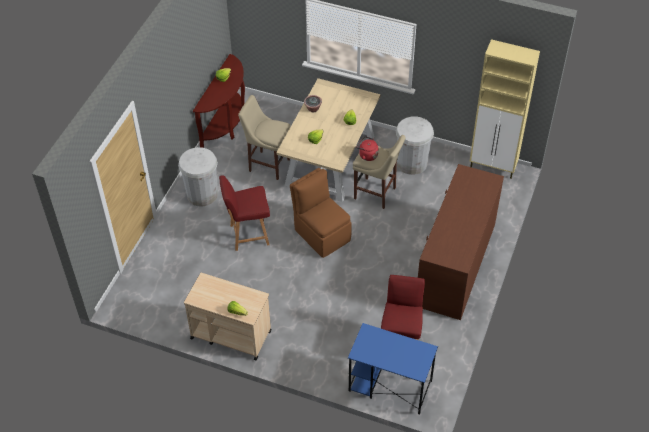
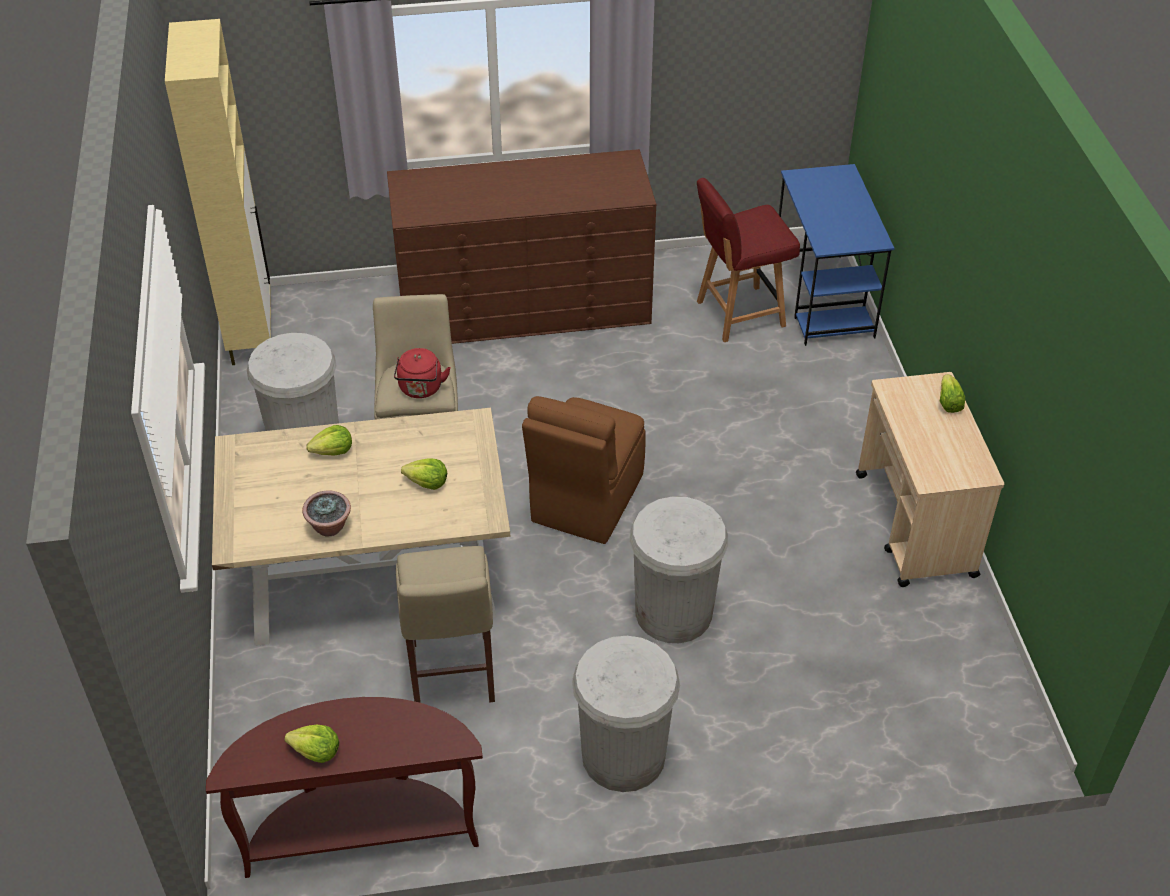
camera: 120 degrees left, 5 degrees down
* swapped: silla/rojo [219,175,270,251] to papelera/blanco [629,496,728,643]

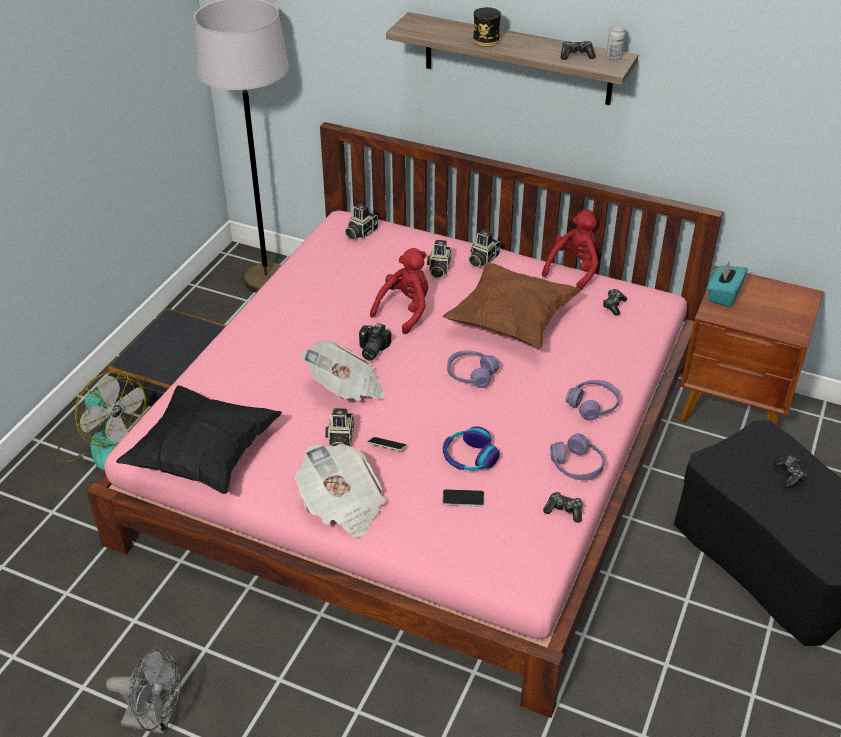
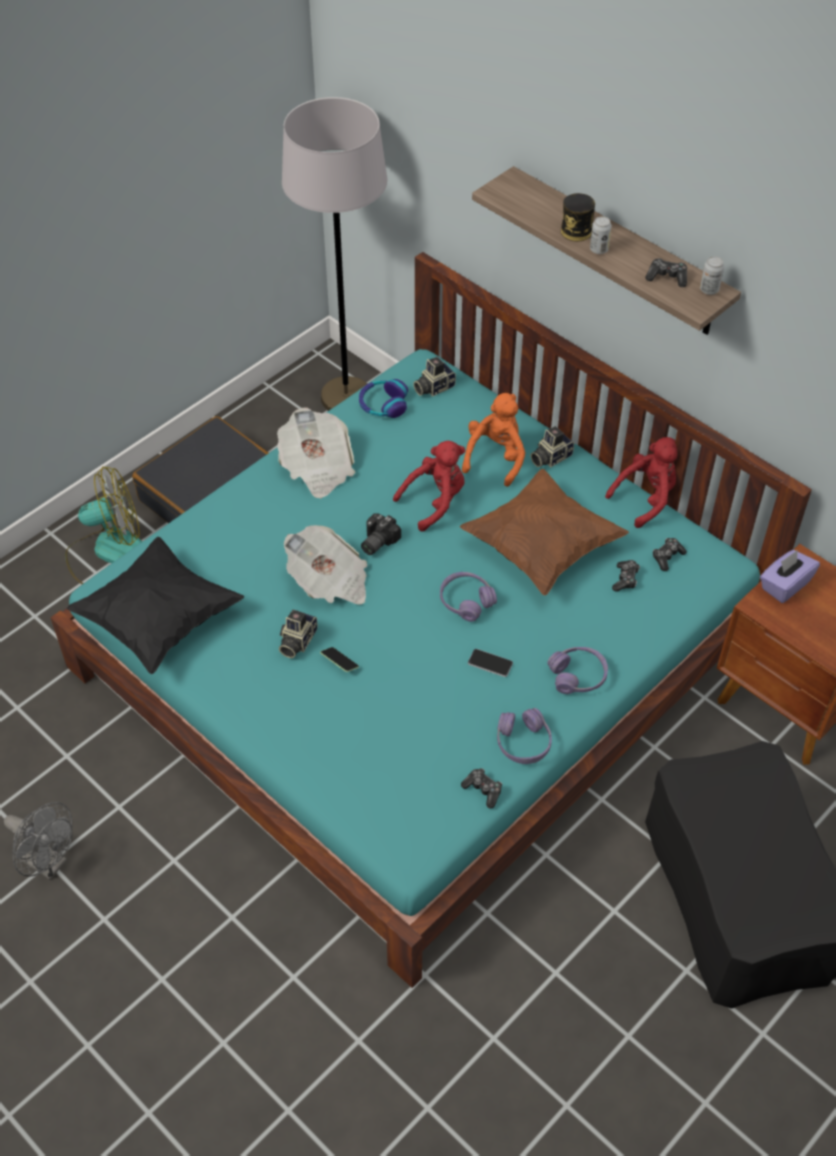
camera: 20 degrees right, 10 degrees up
* new: lata [590,216,612,254]
* shifted: periódico [295,444,387,538] to [277,407,355,498]
* shifted: auriculares [443,426,500,470] to [359,379,408,418]
* shifted: móvil [443,489,484,507] to [468,649,513,677]
* shifted: mando de consola [774,455,807,488] to [612,560,640,592]
* swapped: cámara [427,240,451,279] to peluche/naranja [462,393,525,487]
* repainted: cama/rosa [86,122,723,718] to cama/turquesa [50,252,812,988]
* repainted: caja de pañuelos/turquesa [707,261,748,307] to caja de pañuelos/morado [760,550,820,603]
* rotated: ventilador [56,371,146,471] = [65,467,142,584] 75 degrees counterclockwise

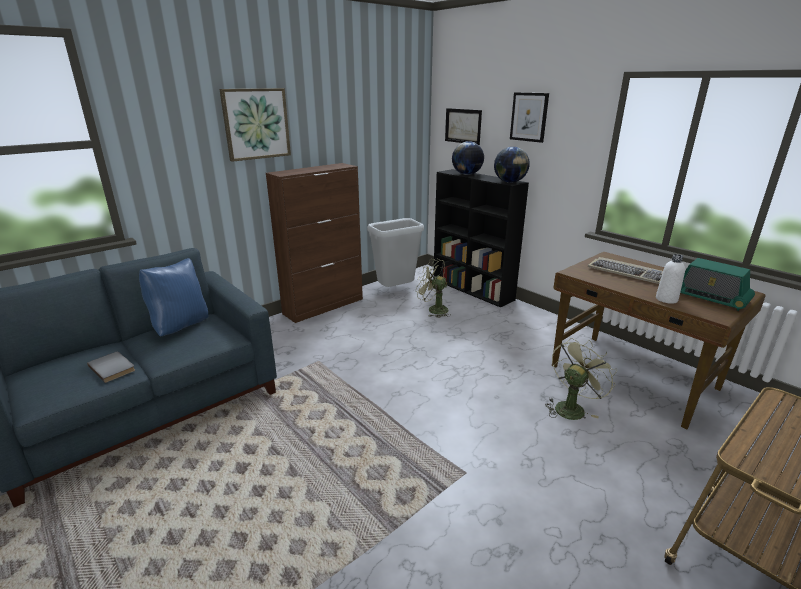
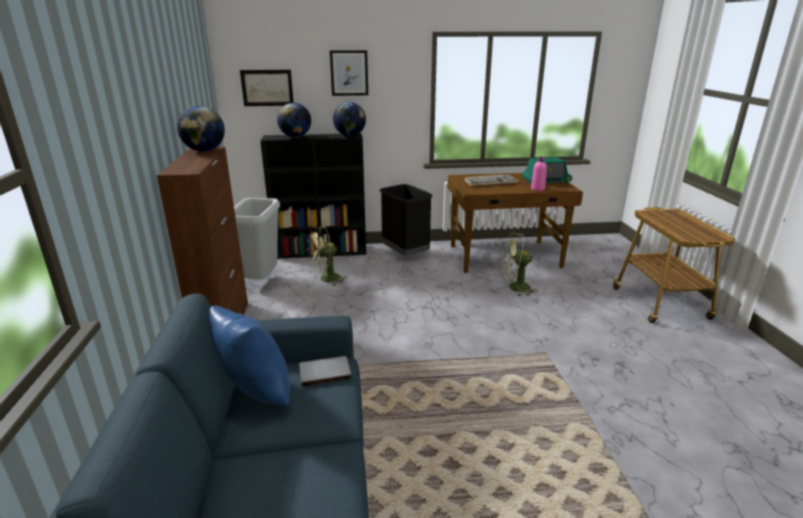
camera: 55 degrees left, 0 degrees up
* gone: cuadro [219,88,291,162]
* new: globo terráqueo [177,105,225,152]
* new: papelera/negro [380,184,433,256]
* shifted: libro/gris [87,352,135,383] to [299,356,352,387]
* repainted: botella/blanco [656,254,685,304] to botella/rosa [531,157,547,191]
* rotated: ventilador/verde [545,338,617,420] = [501,232,538,296] 75 degrees counterclockwise

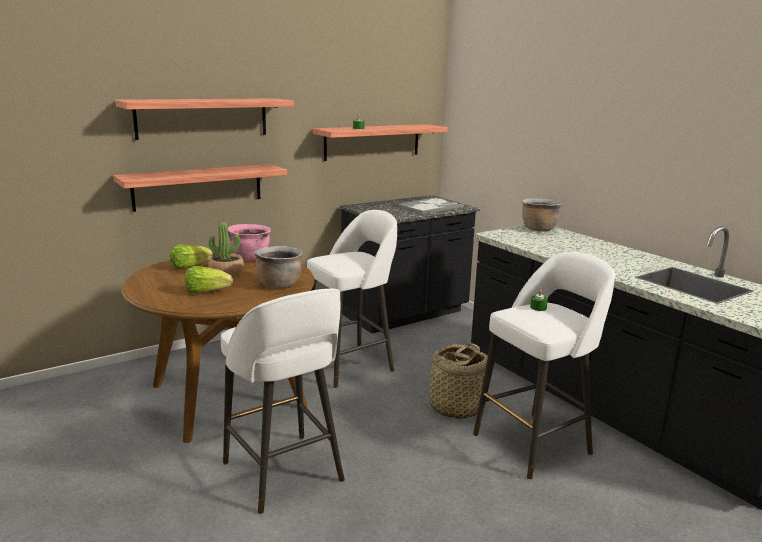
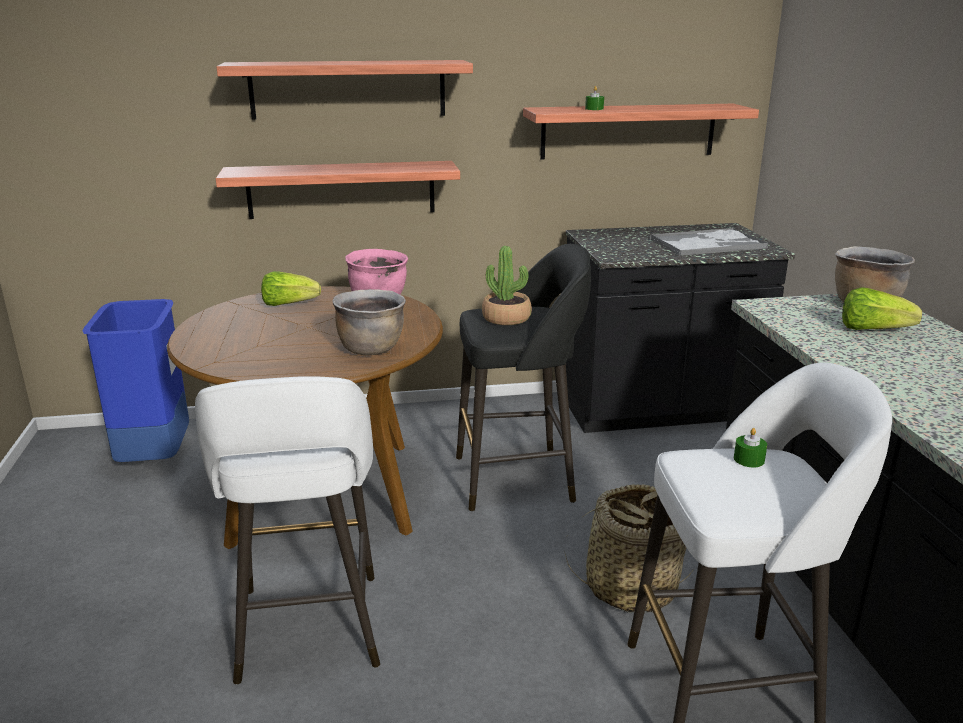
camera: 25 degrees right, 5 degrees up
* new: papelera/azul [83,299,189,462]
* shifted: lechuga [185,266,233,293] to [842,287,922,330]
* shifted: planta en maceta [209,222,244,276] to [482,246,532,325]
* repainted: taburete/blanco [307,210,397,388] to taburete/negro [456,244,591,511]

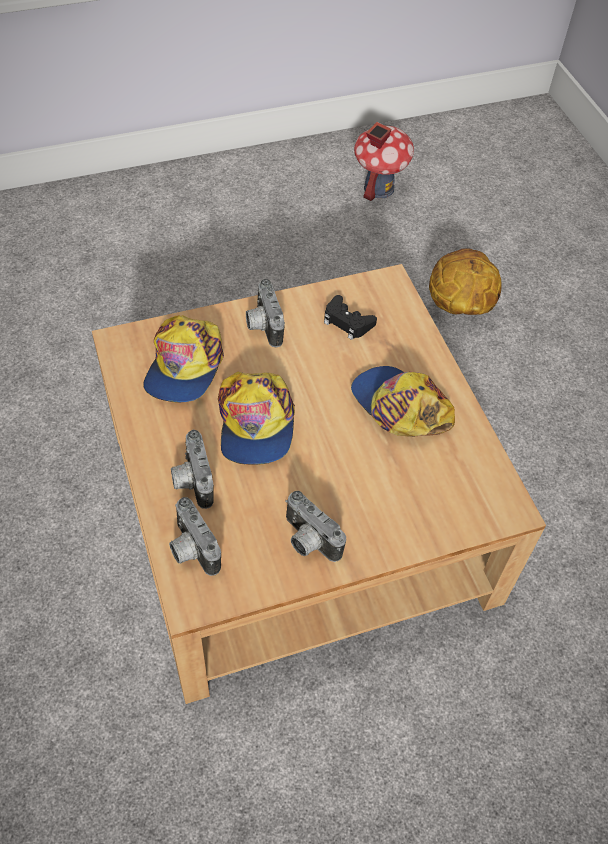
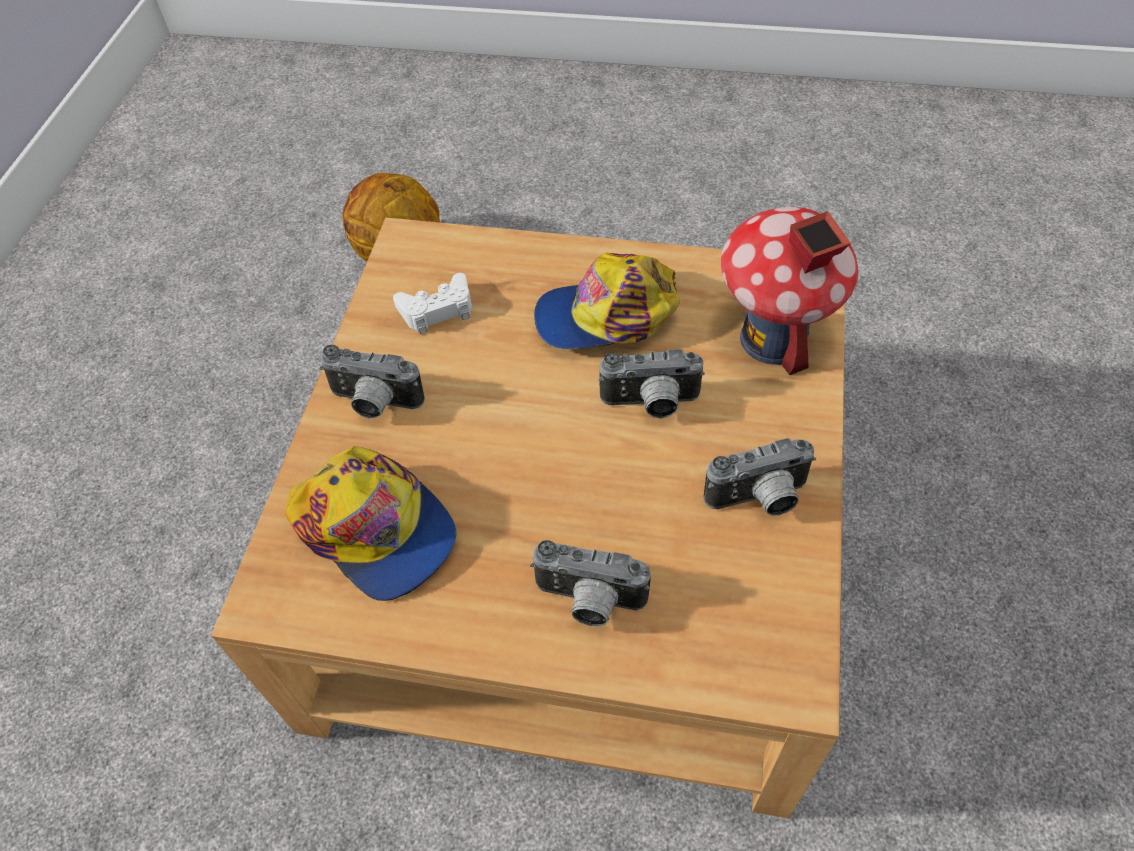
camera: 55 degrees left, 0 degrees up
* gone: gorra [218,372,295,465]
* shifted: cámara [169,497,221,576] to [599,349,705,418]
* shifted: casita [354,122,414,201] to [721,207,858,375]
* repainted: mando de consola/negro [324,295,377,340] to mando de consola/blanco [393,273,472,334]

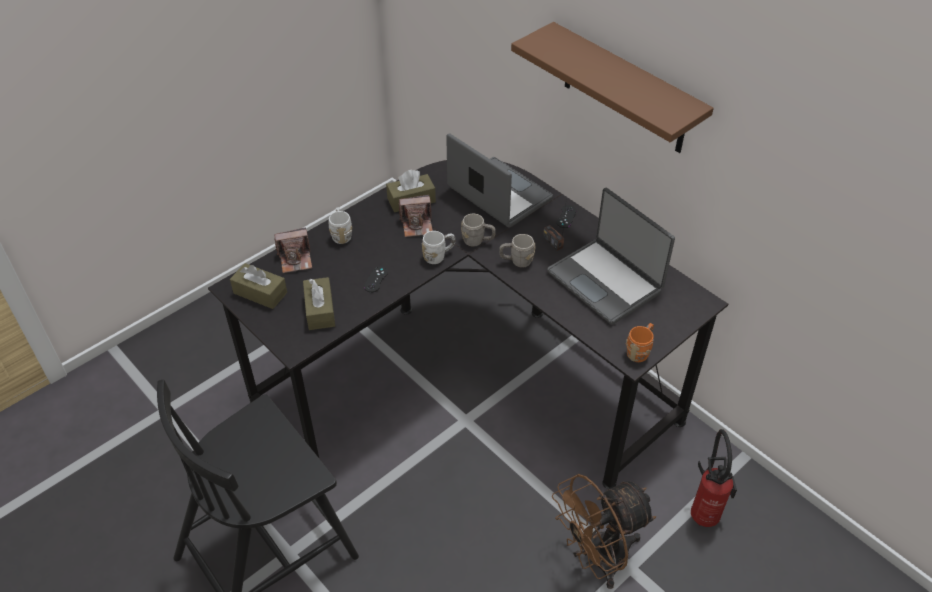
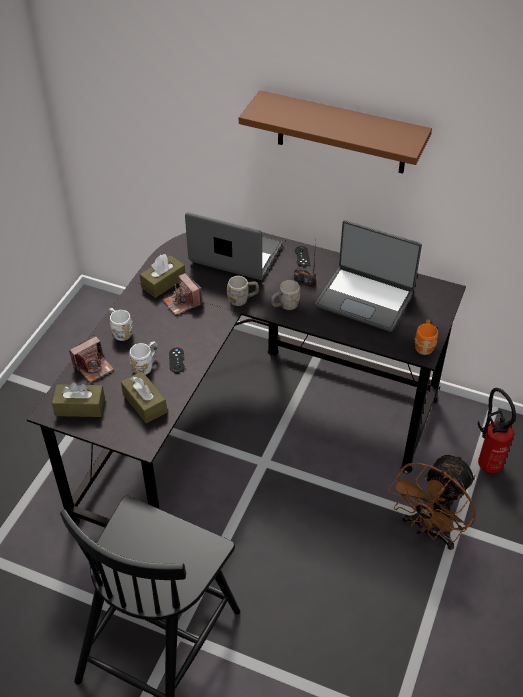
camera: 25 degrees left, 0 degrees up
* shifted: taza grande/blanco [422,231,455,264] to [129,341,158,375]
* rotated: cámara [399,195,433,237] = [163,273,203,315] 90 degrees clockwise

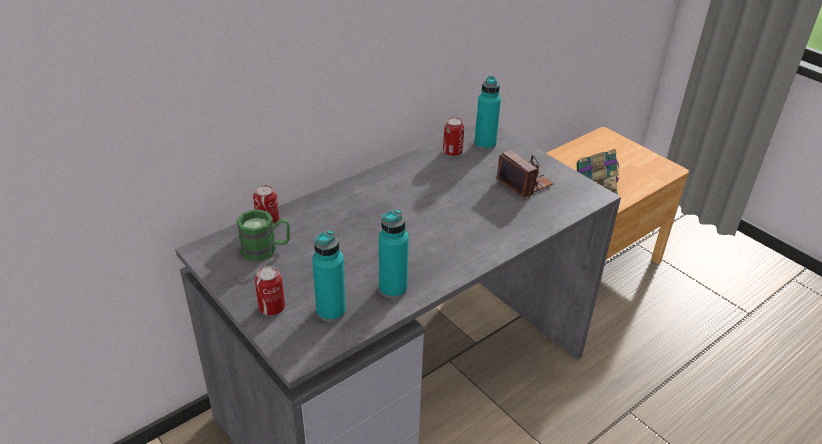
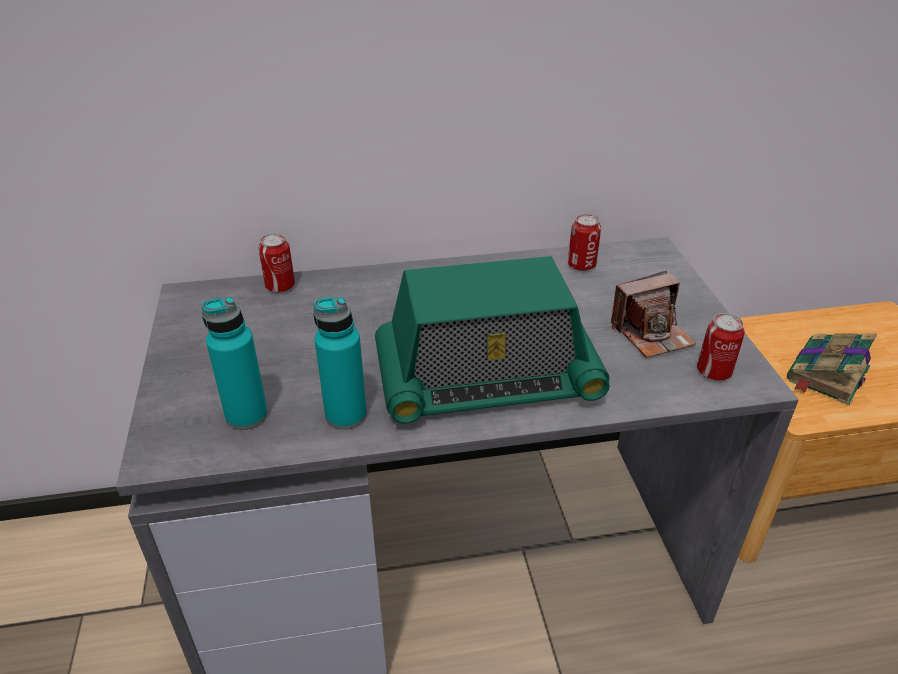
camera: 30 degrees right, 0 degrees up
* gone: taza grande/verde [236,209,290,262]
* gone: botella/turquesa [474,76,501,150]
* new: radio [375,256,610,424]
* shifted: lata [255,266,285,316] to [697,313,745,381]
* rotated: cámara [496,150,553,198] = [611,271,696,358] 75 degrees clockwise

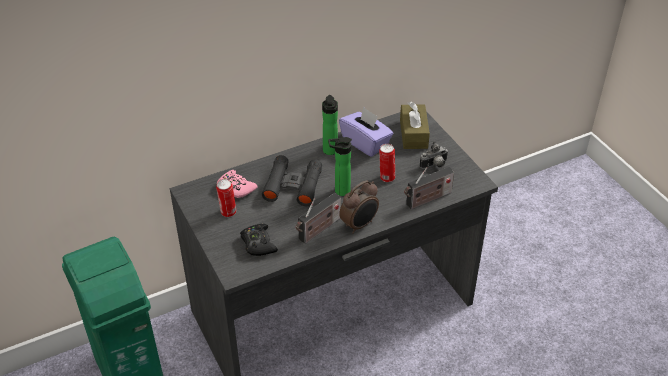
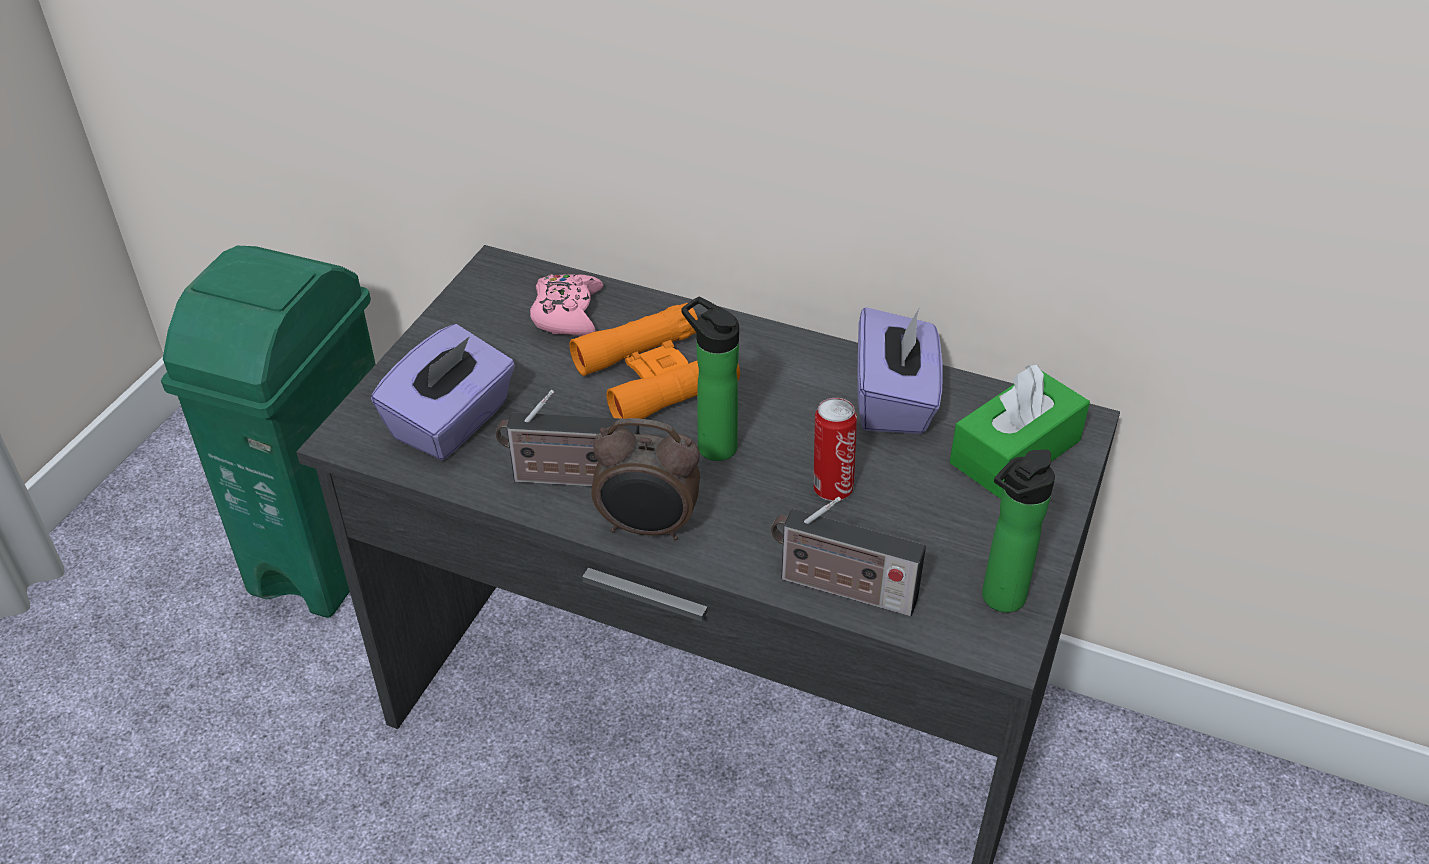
camera: 50 degrees right, 0 degrees up
* gone: lata [216,179,236,217]
* gone: cámara [420,141,448,169]
* shifted: botella [322,95,338,155] to [982,449,1055,613]
* swapped: mando de consola/negro [240,224,278,256] to caja de pañuelos/morado [371,324,515,460]
* repainted: prismáticos/negro [262,155,322,206] to prismáticos/naranja [569,303,740,419]
* repainted: caja de pañuelos/marrón [400,102,430,149] to caja de pañuelos/verde [950,365,1090,498]

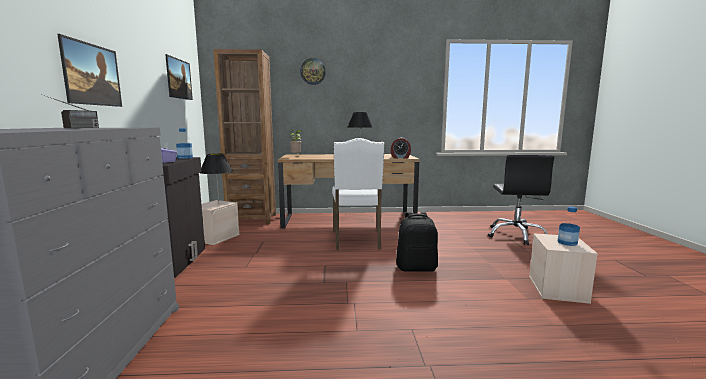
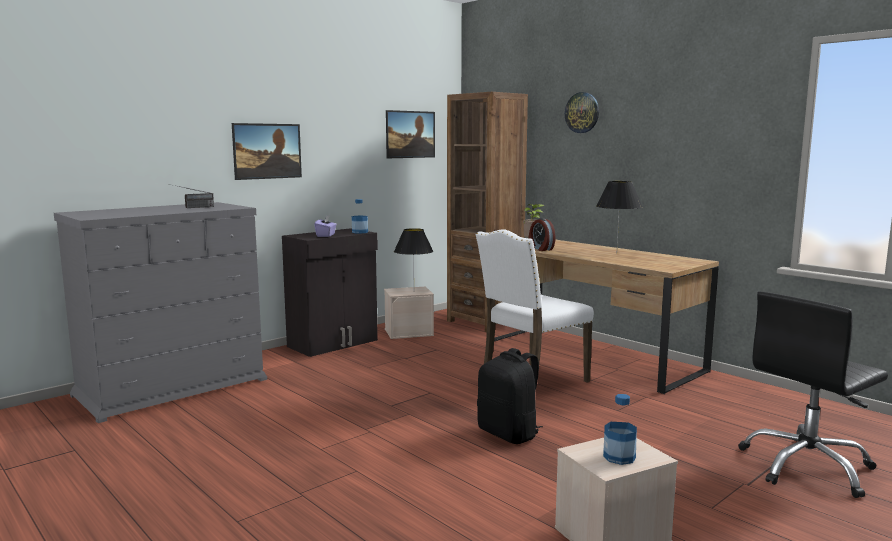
camera: 50 degrees right, 0 degrees up
* shifted: despertador [391,137,411,159] to [528,218,555,251]

